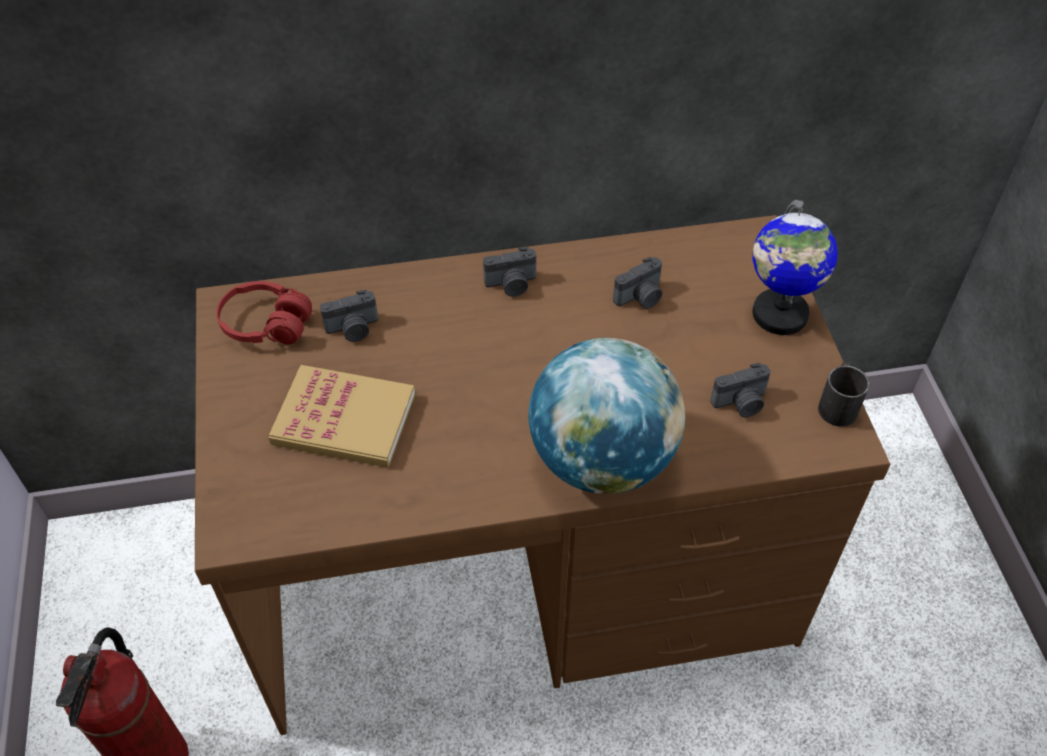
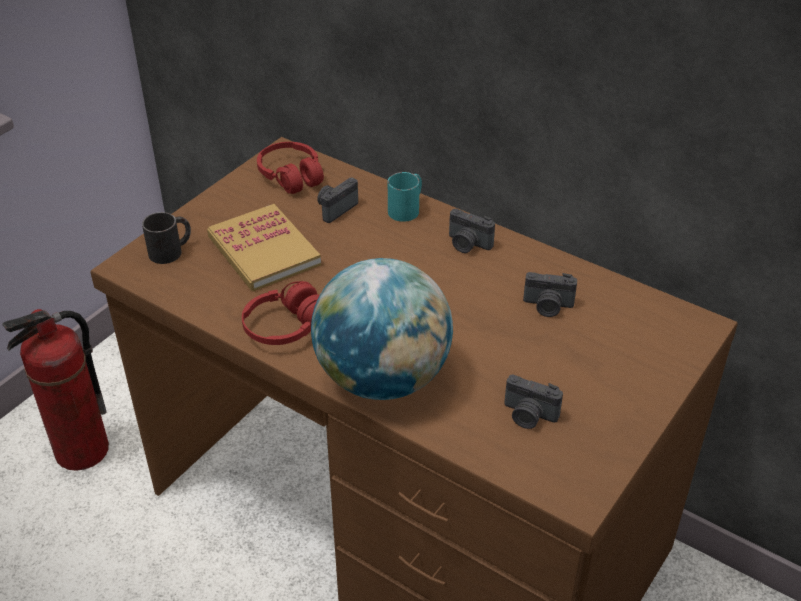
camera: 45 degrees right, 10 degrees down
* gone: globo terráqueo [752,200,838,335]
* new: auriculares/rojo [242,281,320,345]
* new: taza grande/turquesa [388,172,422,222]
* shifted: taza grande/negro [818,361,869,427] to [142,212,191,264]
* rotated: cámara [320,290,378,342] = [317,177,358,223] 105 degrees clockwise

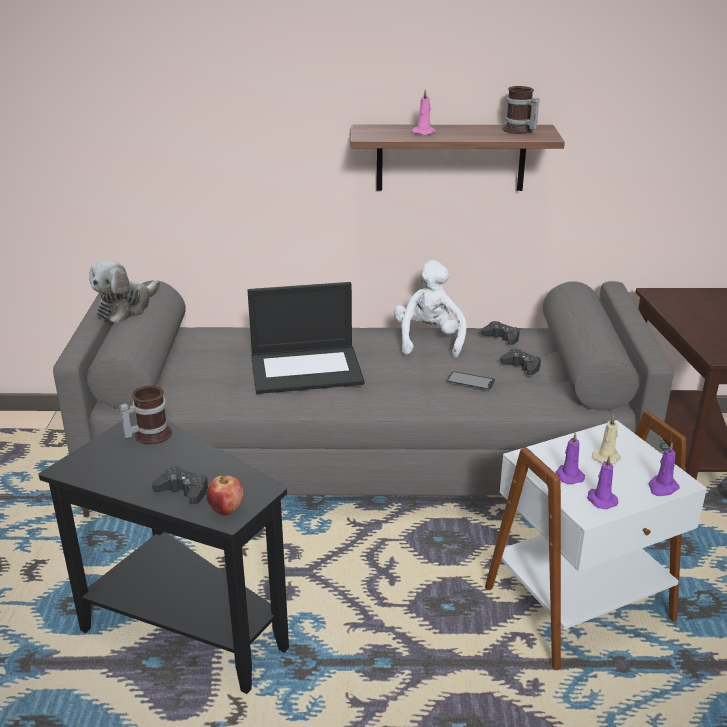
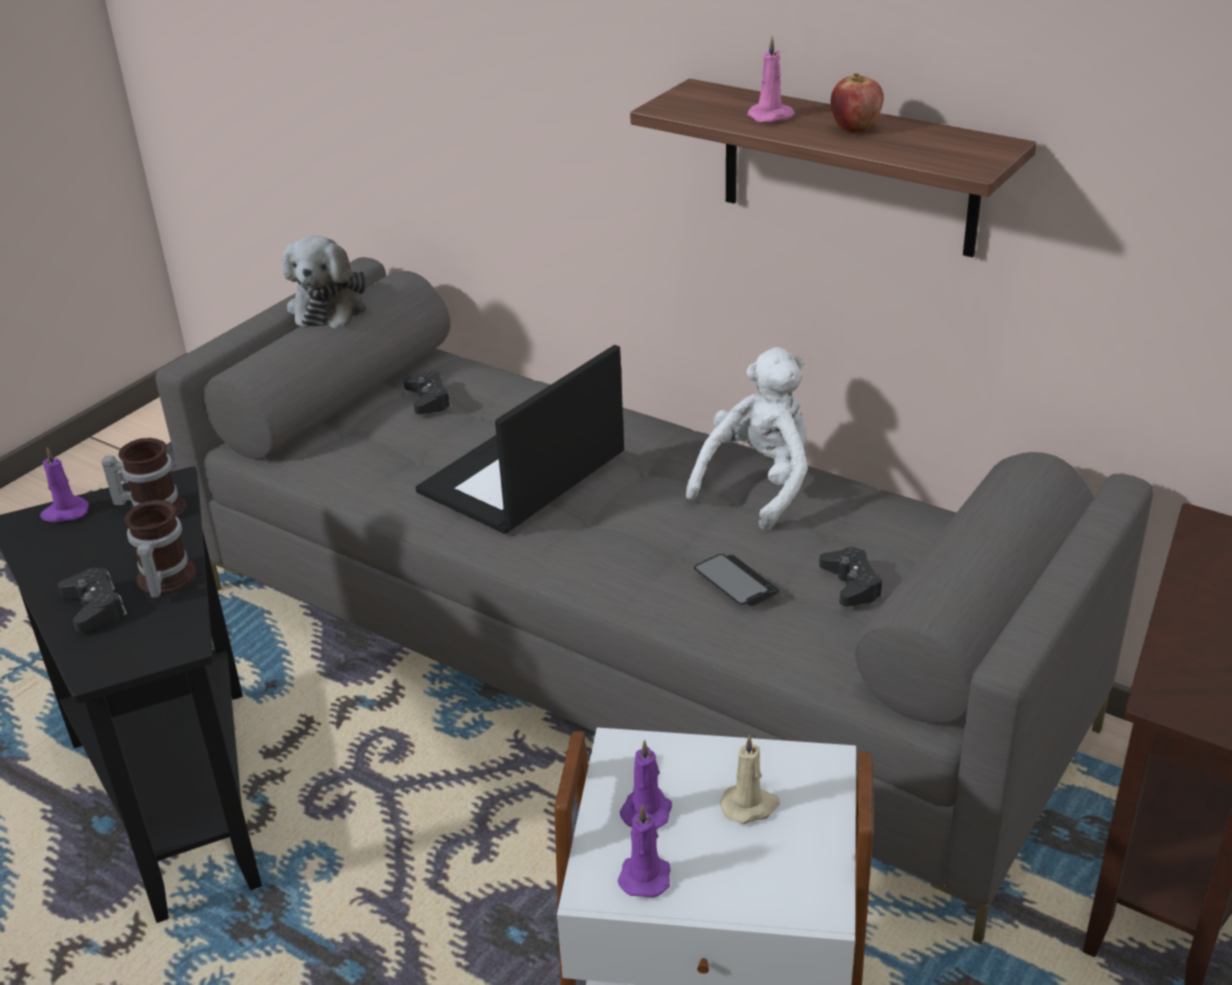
camera: 35 degrees right, 5 degrees up
* shifted: manzana [206,475,244,515] to [830,74,883,132]
* shifted: mando de consola/negro [481,321,520,345] to [403,371,452,414]
* shifted: taza grande [502,86,540,134] to [125,500,197,598]
* shifted: vela/morado [649,443,679,496] to [40,447,89,522]
* rotated: peluche [89,260,160,323] = [282,236,366,328] 60 degrees counterclockwise
* rotated: portátil [247,282,364,394] = [416,345,624,534] 105 degrees clockwise

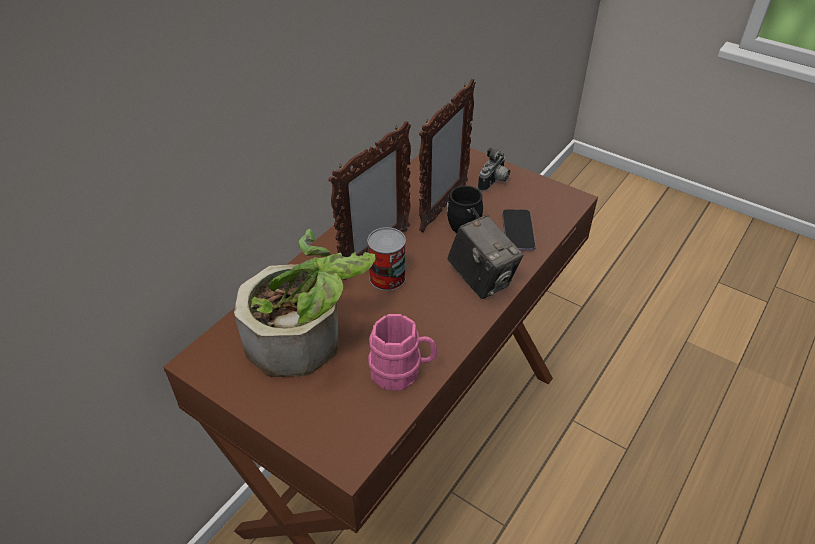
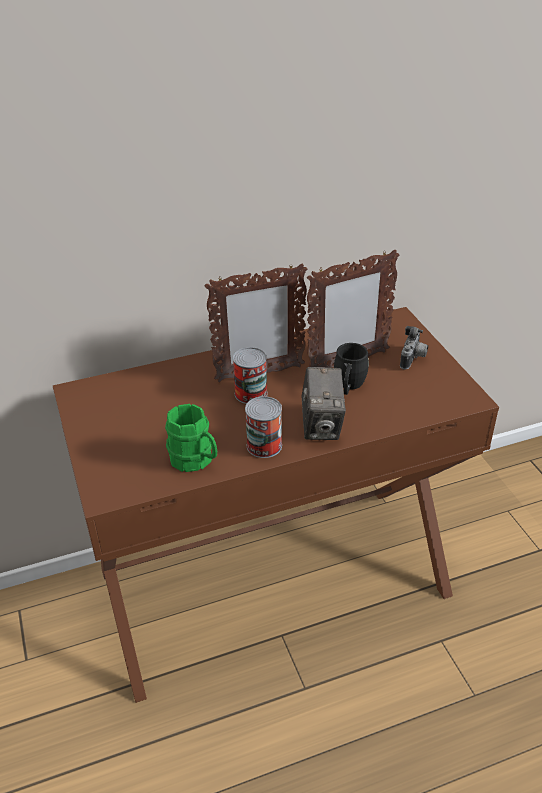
camera: 35 degrees right, 5 degrees down
* gone: planta en maceta [234,228,375,377]
* gone: móvil [502,209,536,251]
* new: lata [245,396,282,458]
* repainted: taza grande/rosa [368,314,437,391] to taza grande/verde [165,404,217,472]
* rotated: cámara [478,147,510,191] = [400,326,428,369] 45 degrees counterclockwise

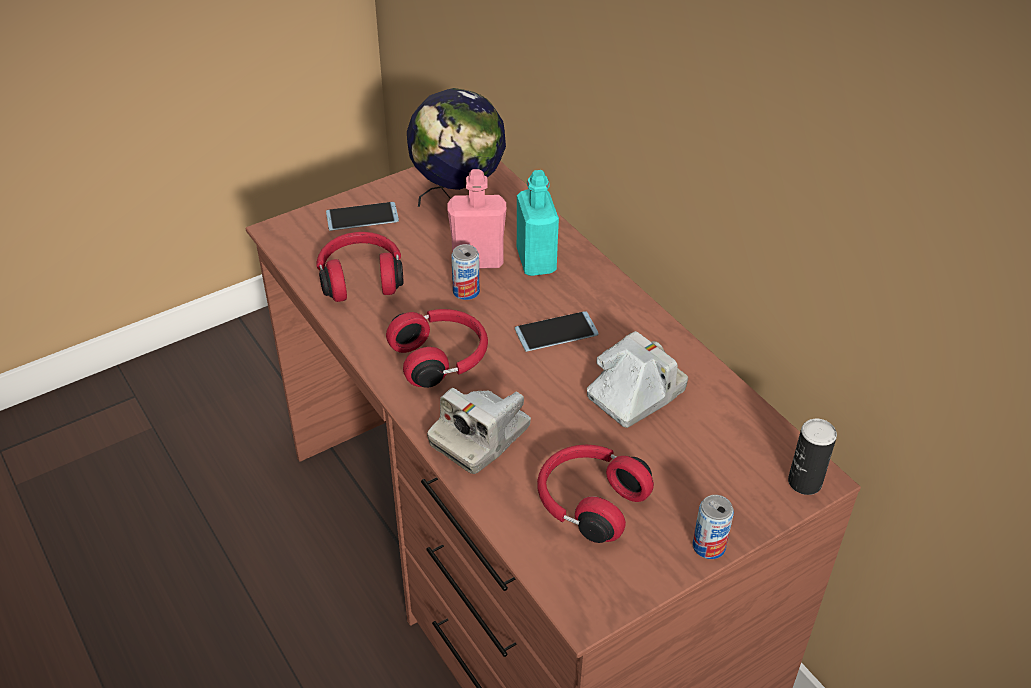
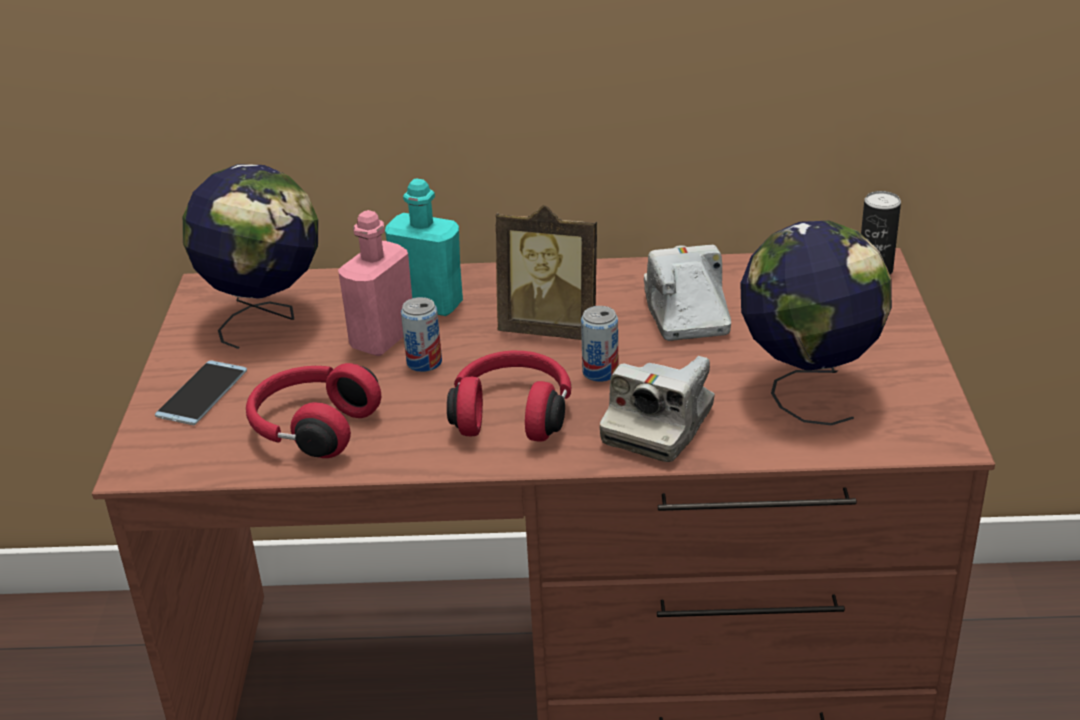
camera: 55 degrees left, 10 degrees down
* shifted: lata [692,495,734,559] to [581,306,618,382]
* swapped: móvil [515,311,599,352] to portarretratos [496,205,597,340]
* swapped: auriculares/rojo [537,445,654,543] to globo terráqueo [740,221,892,425]
* rotated: cámara [427,388,531,474] = [600,356,715,462] 45 degrees clockwise

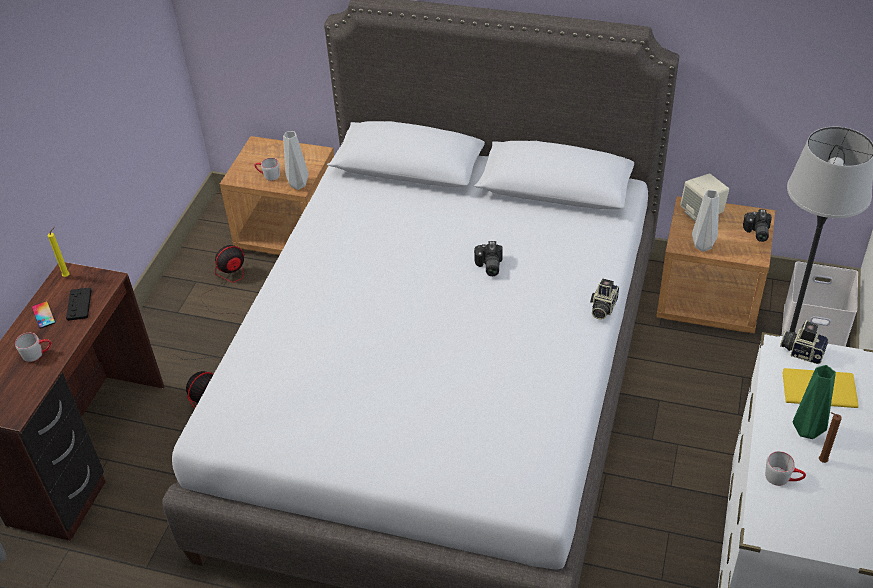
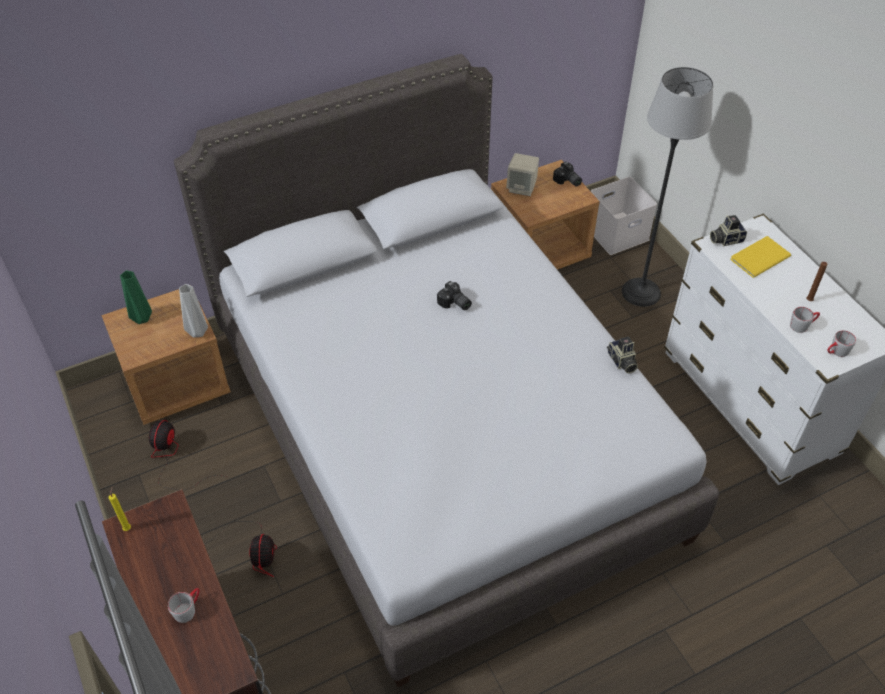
camera: 45 degrees left, 5 degrees up
* gone: móvil [32,301,56,329]
* gone: mando de consola/negro [66,288,92,321]
* gone: florero/gris [692,190,719,252]
* shifted: taza grande/gris [254,158,280,181] to [827,330,856,357]
* shifted: cámara [590,279,619,320] to [607,336,638,373]
* shifted: florero/verde [793,365,836,439] to [120,271,152,324]

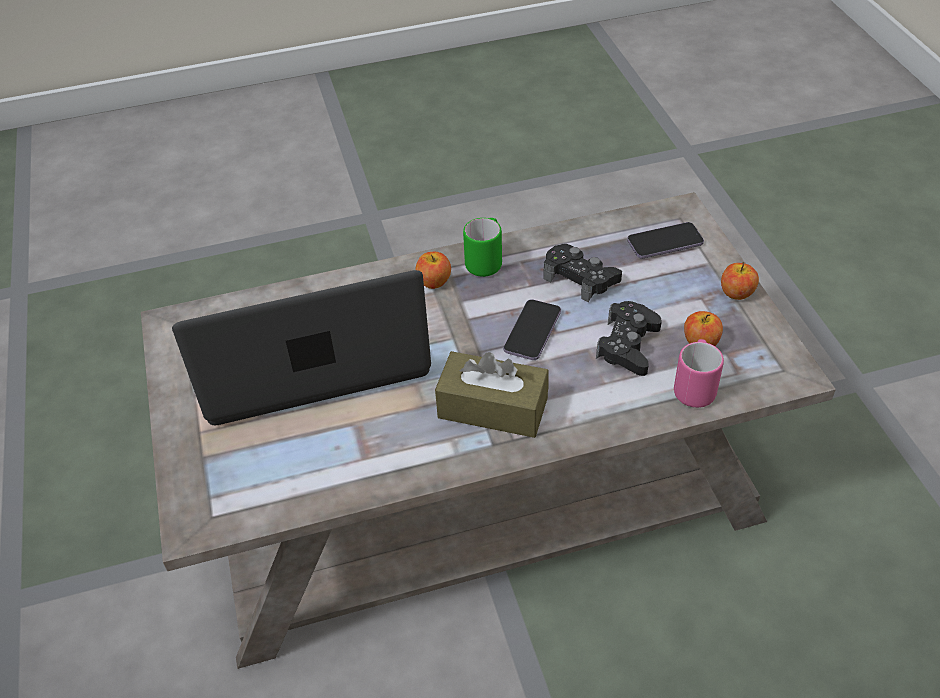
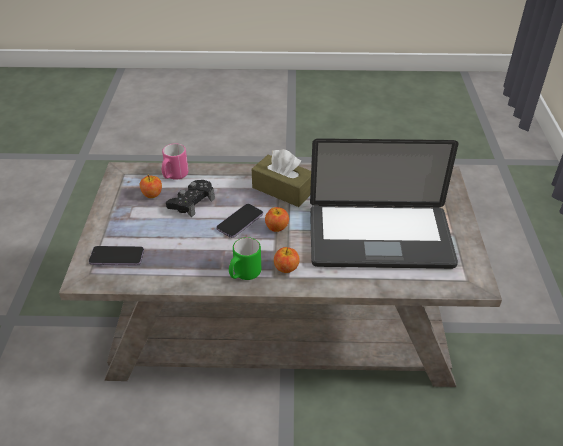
camera: 165 degrees left, 5 degrees down
* gone: mando de consola/negro [543,244,622,303]
* shifted: manzana [721,262,759,300] to [265,207,289,232]

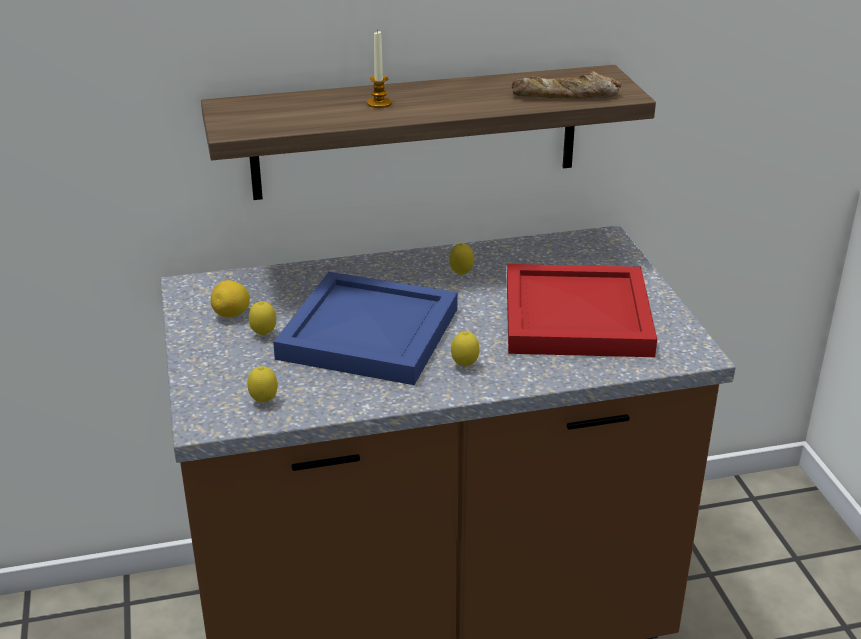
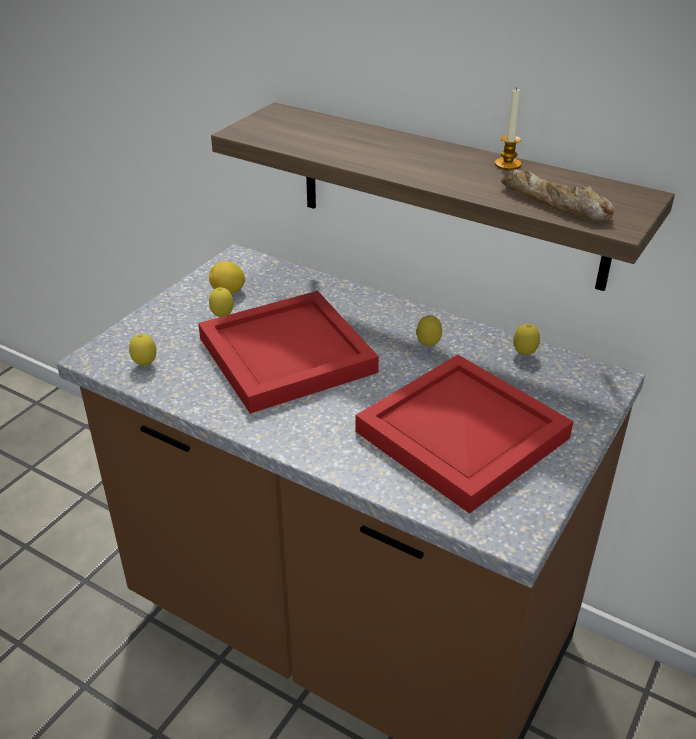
camera: 45 degrees right, 5 degrees up
* shifted: vela [367,30,392,108] to [495,88,521,170]
* shifted: limón [451,331,480,367] to [513,324,540,356]
* repainted: bandeja/azul [273,272,458,385] to bandeja/rojo [198,291,379,414]

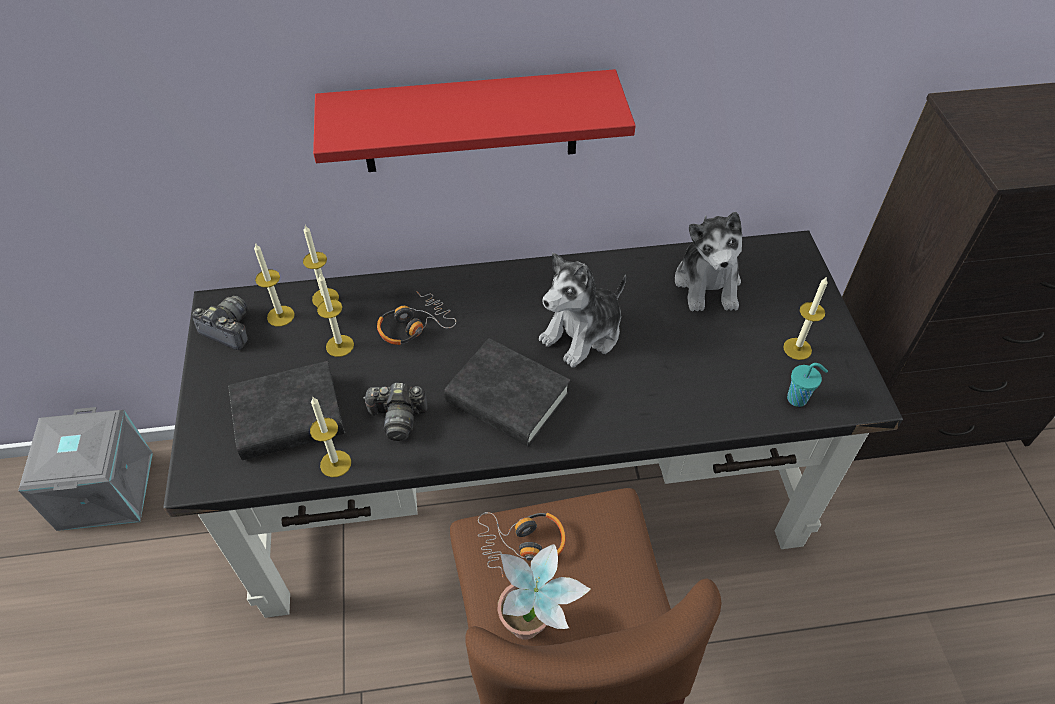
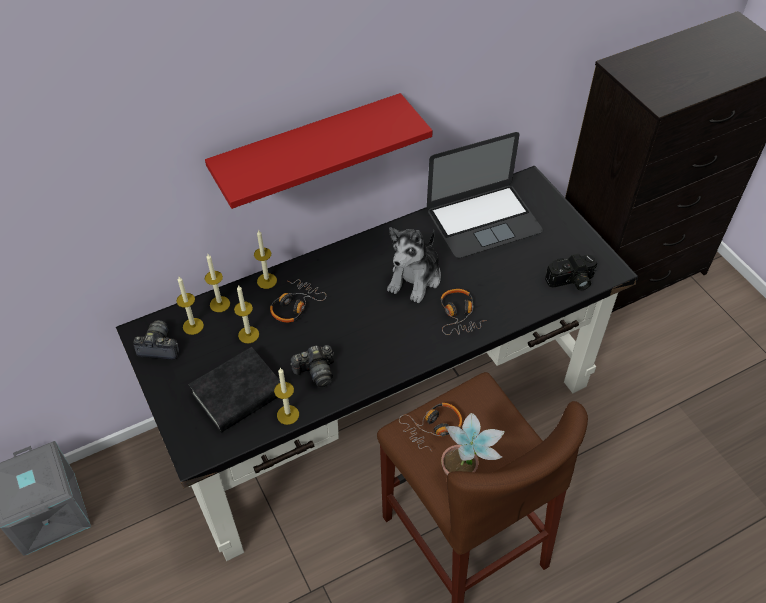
camera: 20 degrees left, 0 degrees up
* gone: libro/negro [444,338,571,447]
* new: auriculares [441,289,487,335]
* shifted: vela [783,276,828,360] to [254,230,277,289]
* swapped: peluche [675,212,742,312] to portátil [427,132,543,258]
* swapped: taza/turquesa [787,363,828,407] to cámara [545,254,597,291]

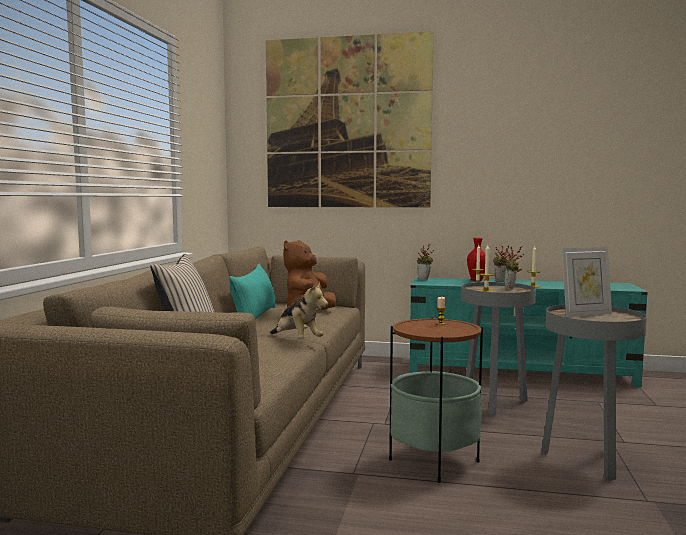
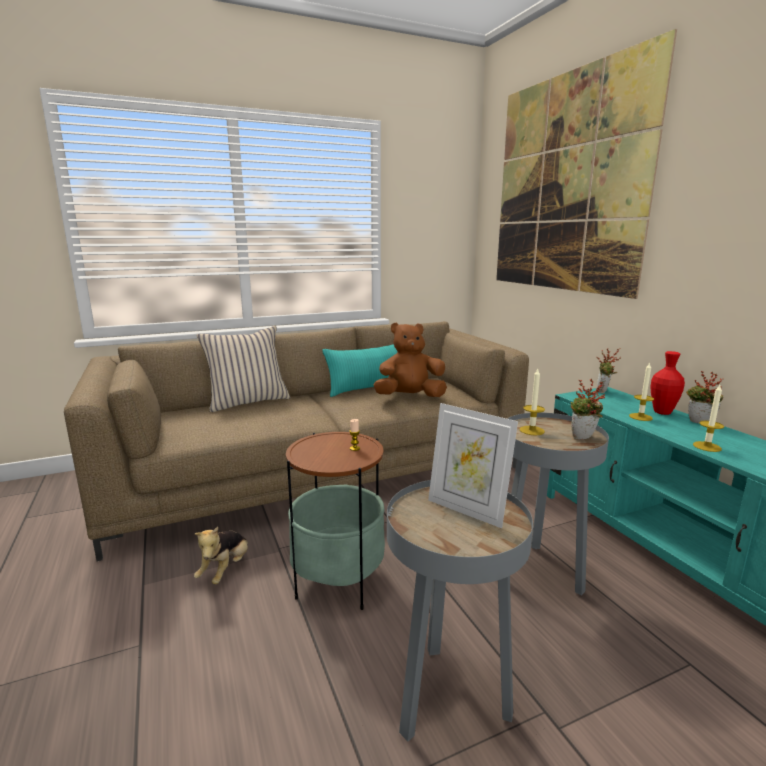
camera: 55 degrees right, 10 degrees up
* shifted: peluche [270,282,328,339] to [194,527,248,584]

